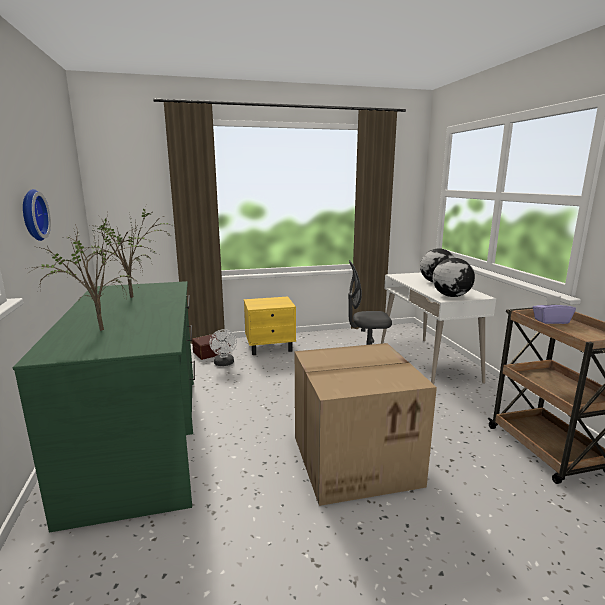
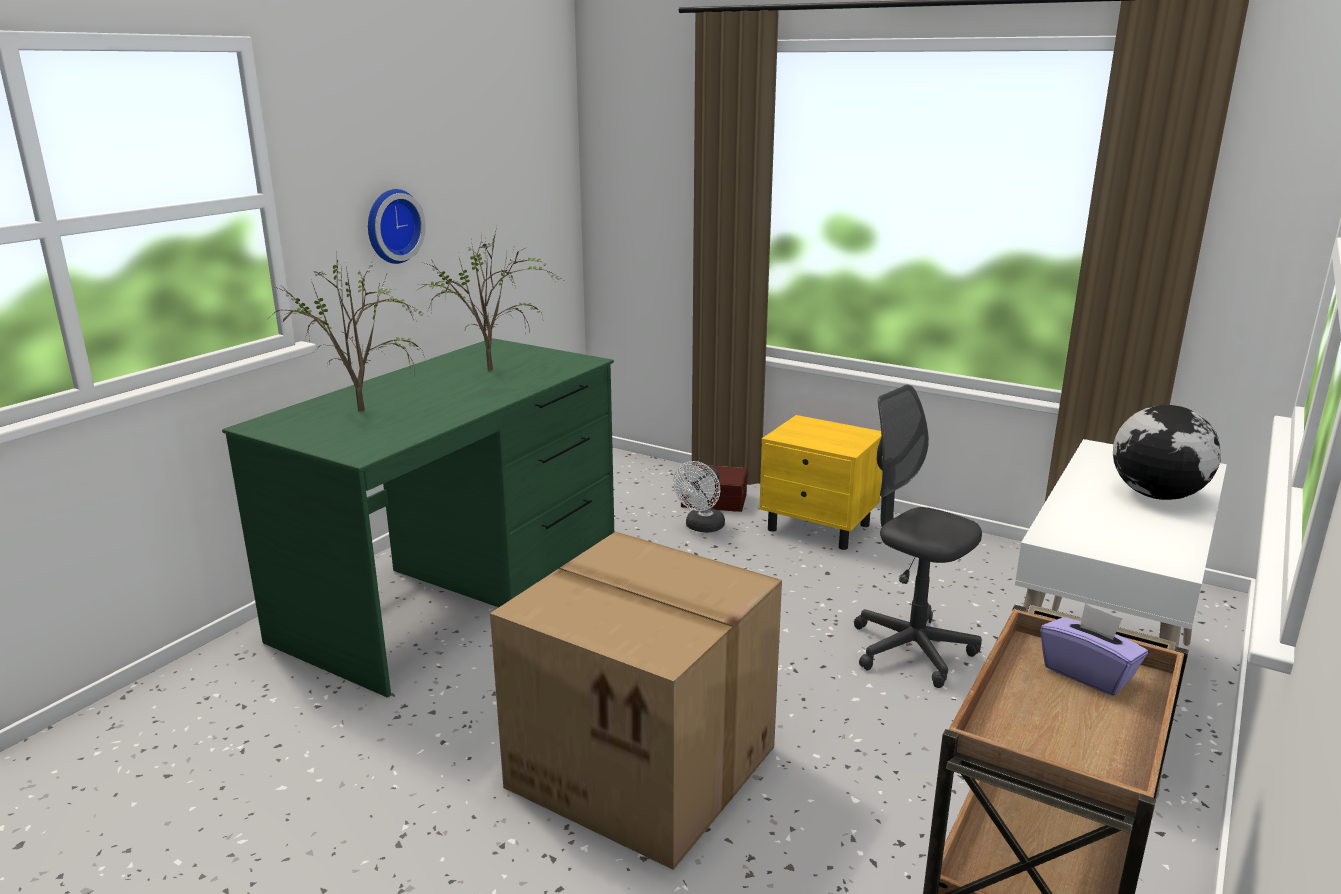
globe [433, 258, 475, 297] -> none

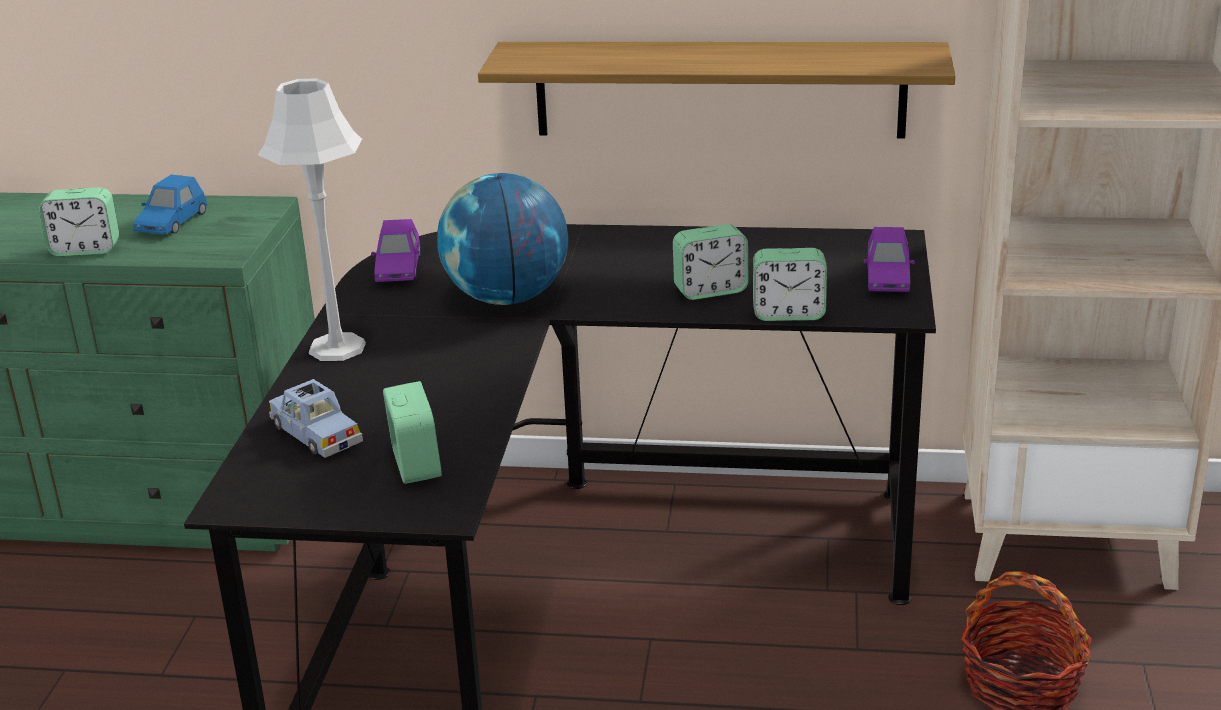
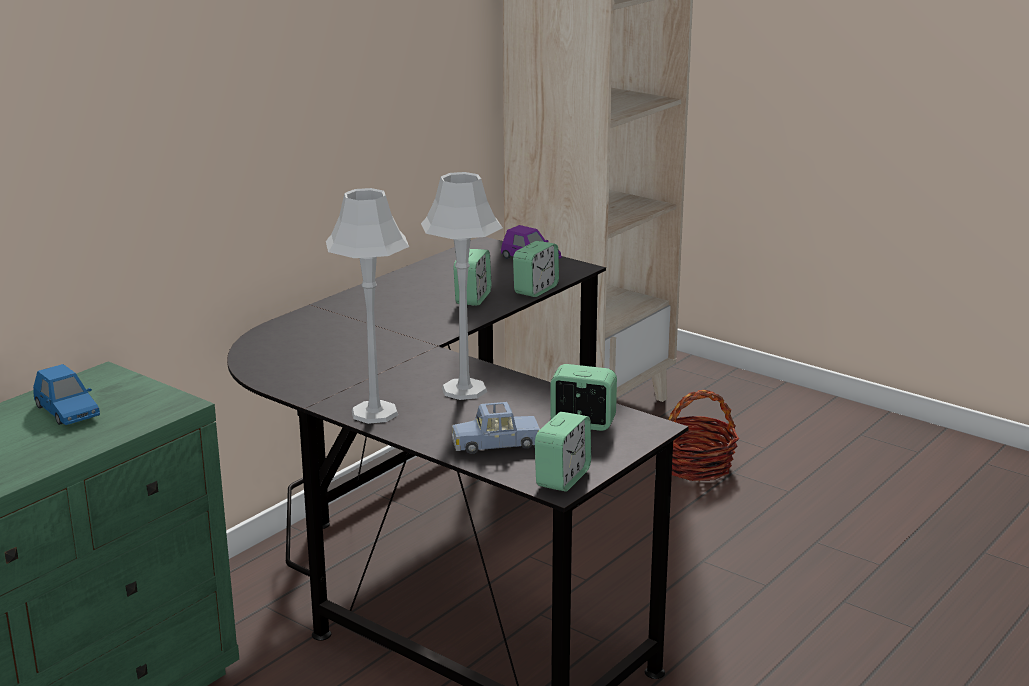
toy car (purple) [371, 219, 420, 282] -> none
globe [437, 173, 568, 305] -> none
shelf [478, 42, 956, 139] -> none
none -> table lamp (grey) [421, 172, 502, 400]
alarm clock [39, 187, 119, 256] -> alarm clock [535, 412, 591, 492], shifted

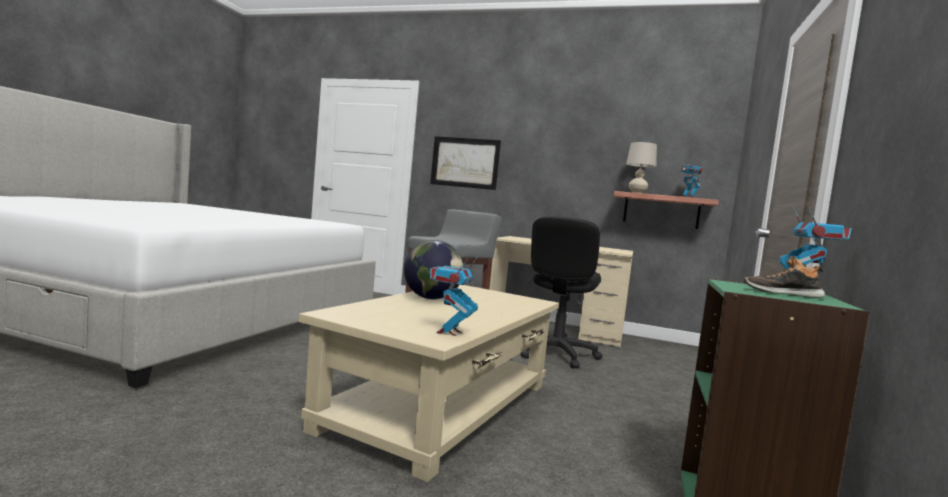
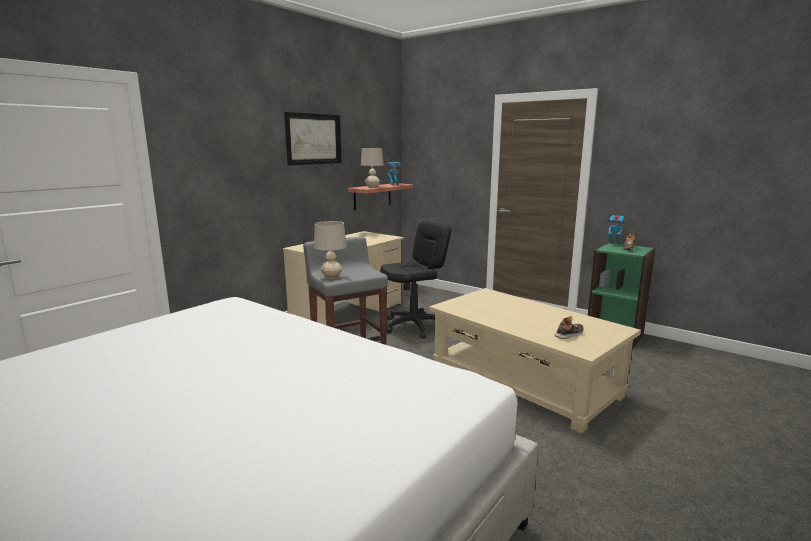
globe [404, 240, 463, 299] -> none
toy robot [429, 257, 478, 336] -> none
none -> table lamp (beige) [314, 221, 347, 279]
none -> shoe [555, 316, 584, 339]
picture [430, 136, 501, 190] -> picture [284, 112, 342, 165], shifted
office chair (black) [520, 216, 602, 369] -> office chair (black) [380, 221, 451, 338], 75 degrees counterclockwise

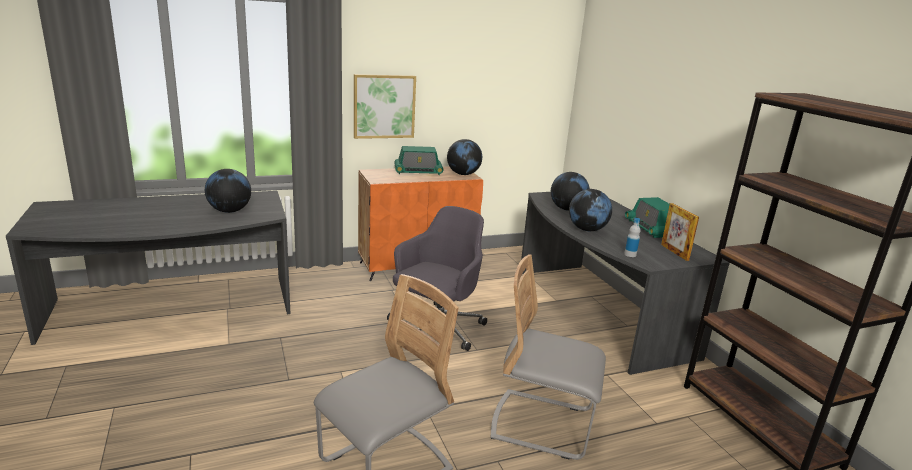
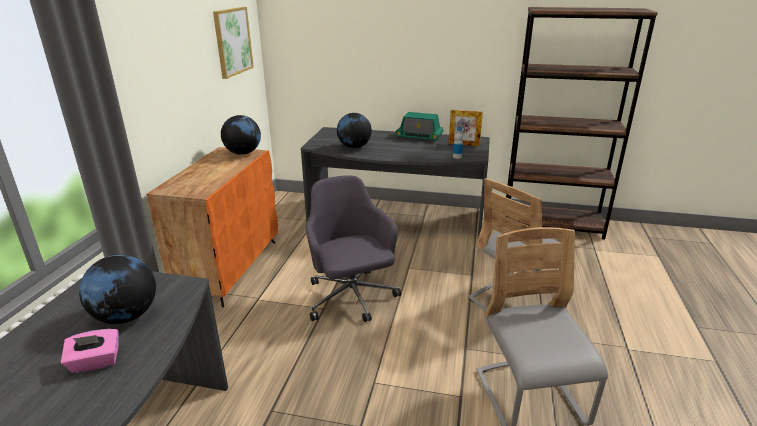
radio [394, 146, 444, 175] -> none
globe [569, 189, 612, 231] -> none
none -> tissue box (pink) [61, 329, 119, 373]
picture [354, 74, 416, 139] -> picture [213, 7, 254, 79], shifted

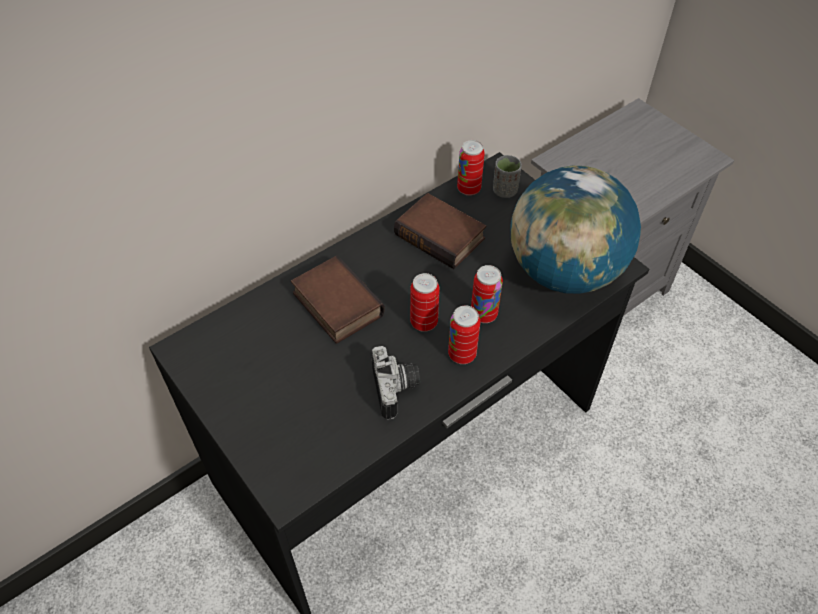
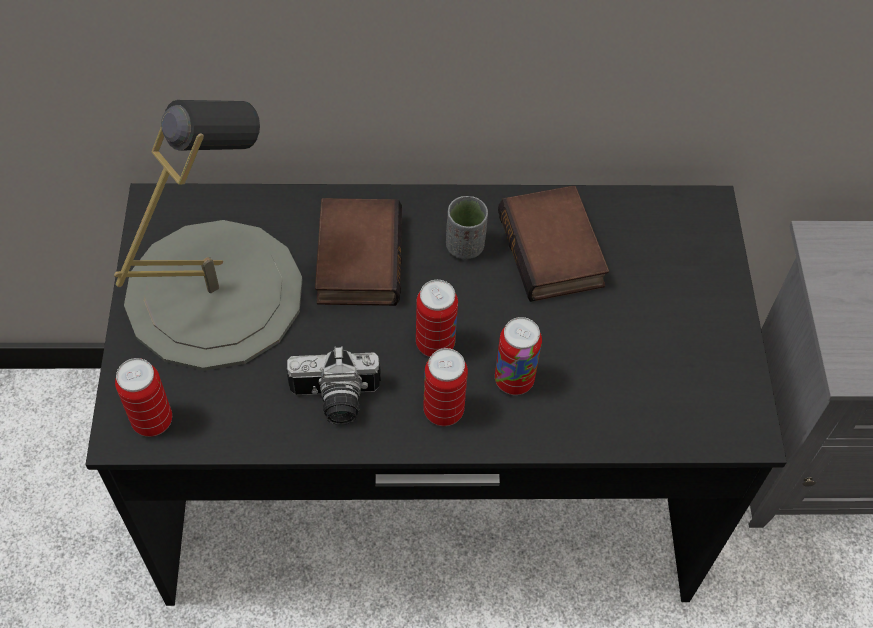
globe [510, 166, 641, 294] -> none
none -> table lamp (grey) [114, 100, 302, 371]
can [457, 140, 485, 196] -> can [115, 358, 172, 437], shifted
cup (grey) [493, 155, 522, 198] -> cup (grey) [446, 196, 488, 259], shifted
photo camera [372, 346, 420, 420] -> photo camera [286, 346, 381, 425], 60 degrees clockwise

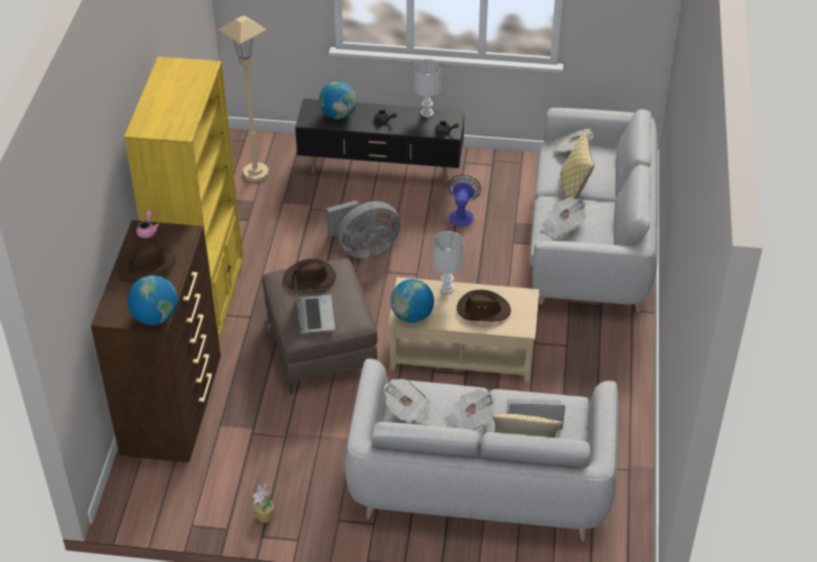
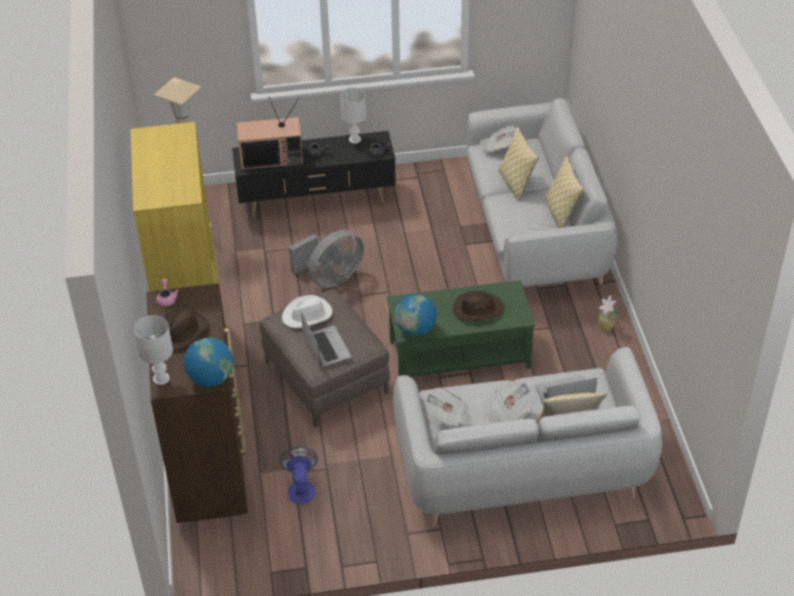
newspaper [540, 197, 586, 238] -> none
none -> pillow [545, 155, 584, 228]
potted plant [253, 484, 274, 523] -> potted plant [599, 295, 619, 331], shifted
table lamp (white) [433, 231, 464, 293] -> table lamp (white) [133, 315, 173, 385], shifted
fan [448, 175, 481, 227] -> fan [279, 446, 318, 504], shifted
globe [319, 81, 357, 119] -> television [237, 96, 303, 170]
hat (brown) [283, 259, 336, 290] -> hat (white) [282, 295, 332, 328]
coffee table (beige) [388, 277, 539, 383] -> coffee table (green) [387, 280, 535, 377]

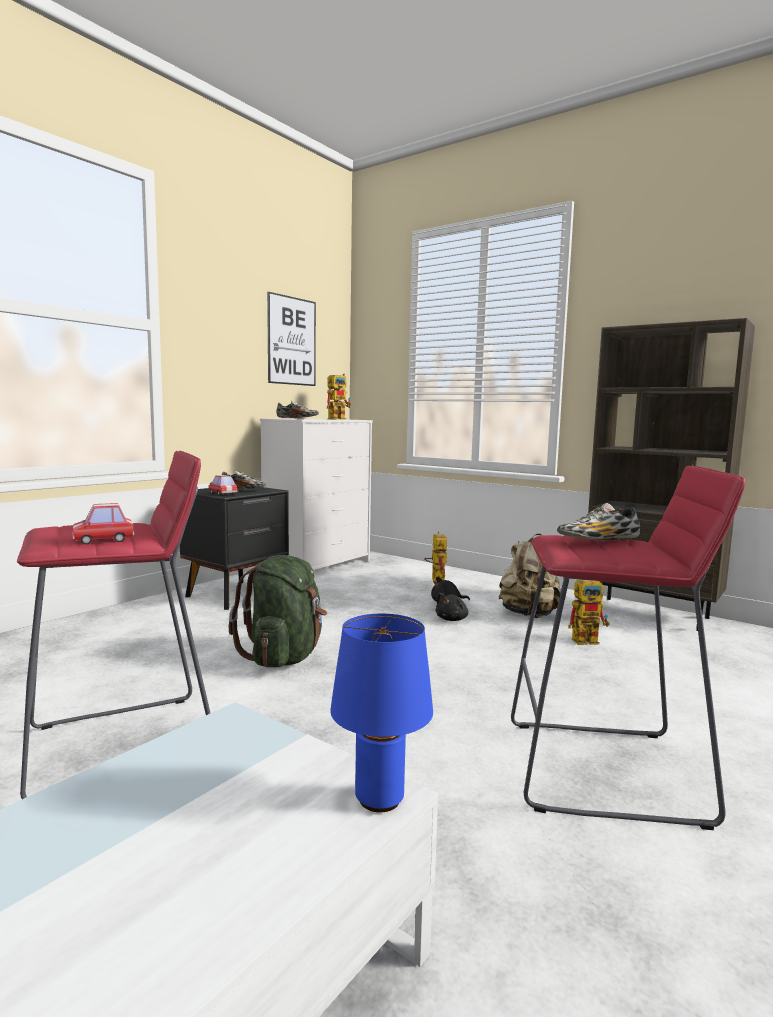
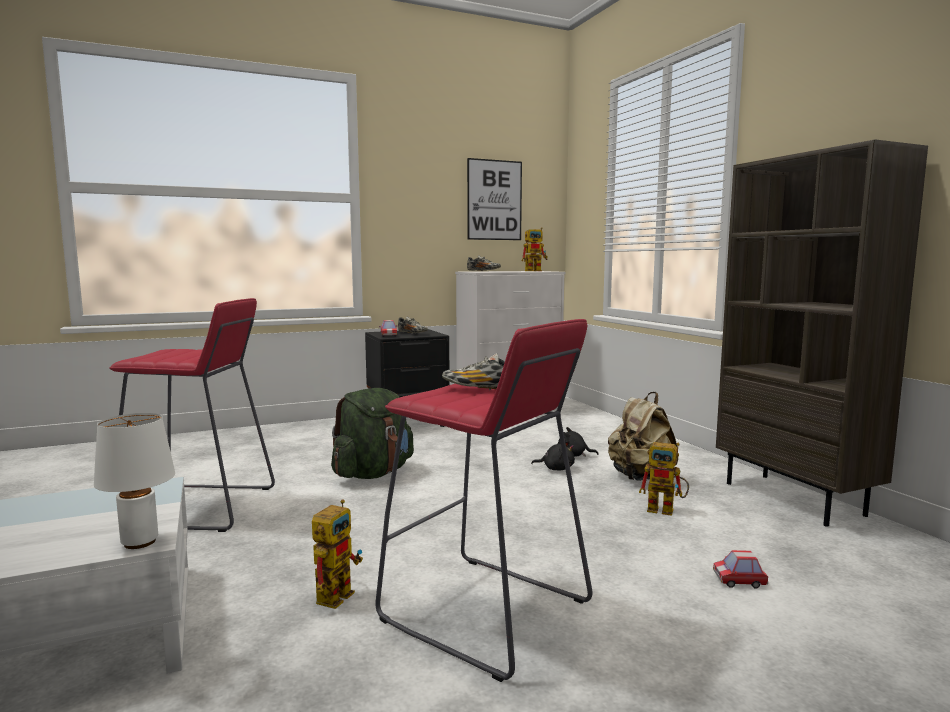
toy car [73, 503, 134, 545] -> toy car [713, 550, 768, 588], shifted
toy robot [424, 531, 447, 583] -> toy robot [312, 499, 363, 609], shifted
table lamp (blue) [330, 614, 433, 812] -> table lamp (white) [94, 413, 175, 549]
plush toy (black) [435, 593, 469, 621] -> plush toy (black) [531, 441, 575, 470], 135 degrees counterclockwise

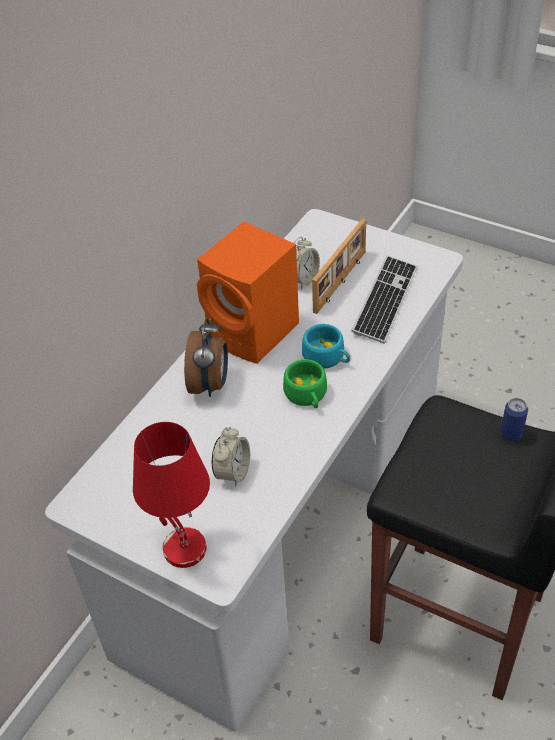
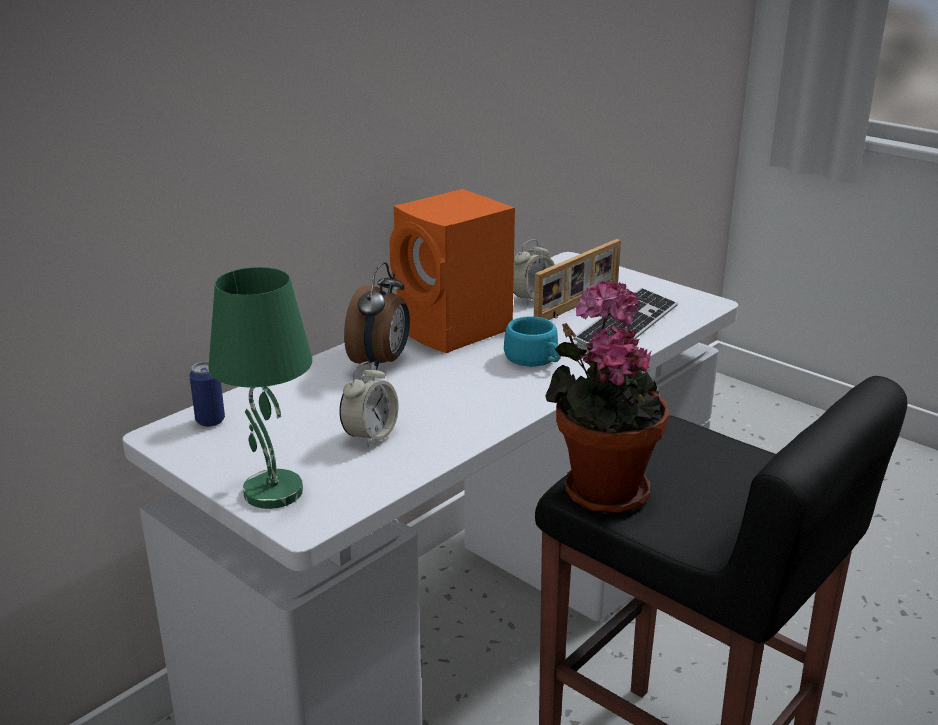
cup (green) [283, 359, 327, 408] -> none
none -> potted plant [545, 280, 669, 515]
can [500, 398, 528, 442] -> can [189, 362, 225, 427], shifted
table lamp (red) [133, 422, 210, 568] -> table lamp (green) [208, 267, 312, 509]

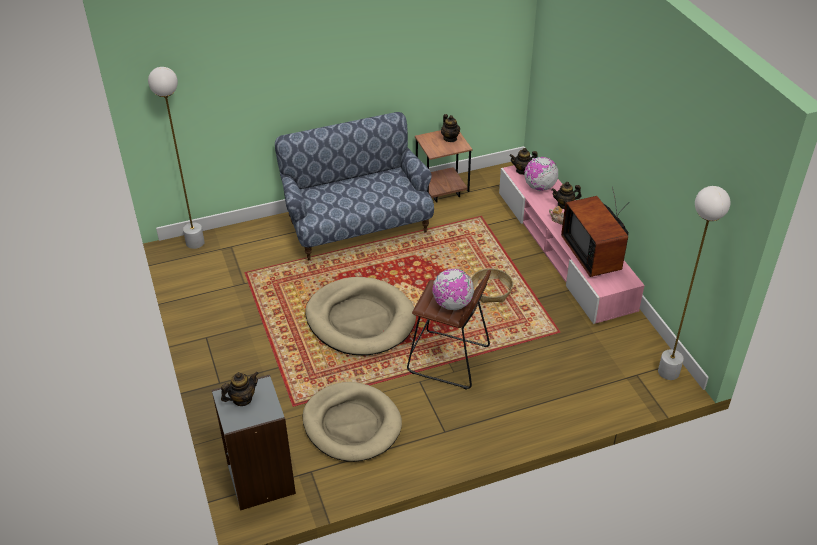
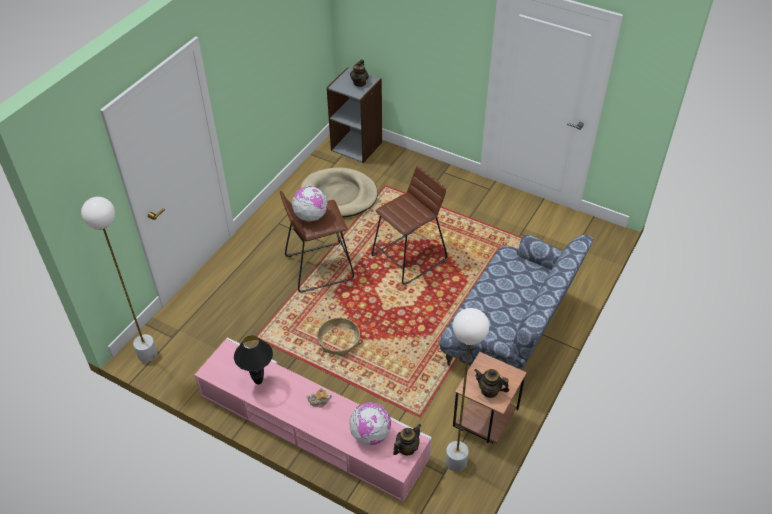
teapot [551, 182, 582, 209] -> none
floor lamp (white) [148, 67, 205, 249] -> floor lamp (white) [445, 308, 489, 472], shifted
dog bed (beige) [305, 277, 416, 355] -> stool (brown) [371, 166, 447, 284]
television [561, 187, 629, 277] -> table lamp (black) [234, 335, 273, 385]

